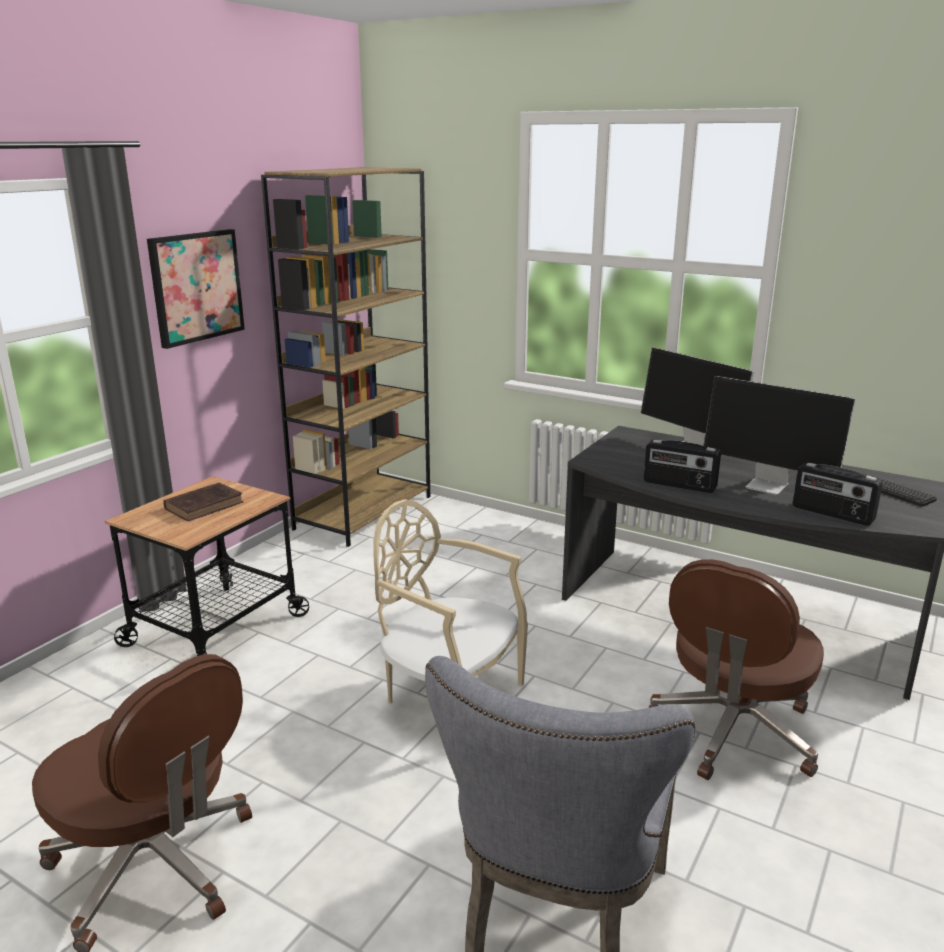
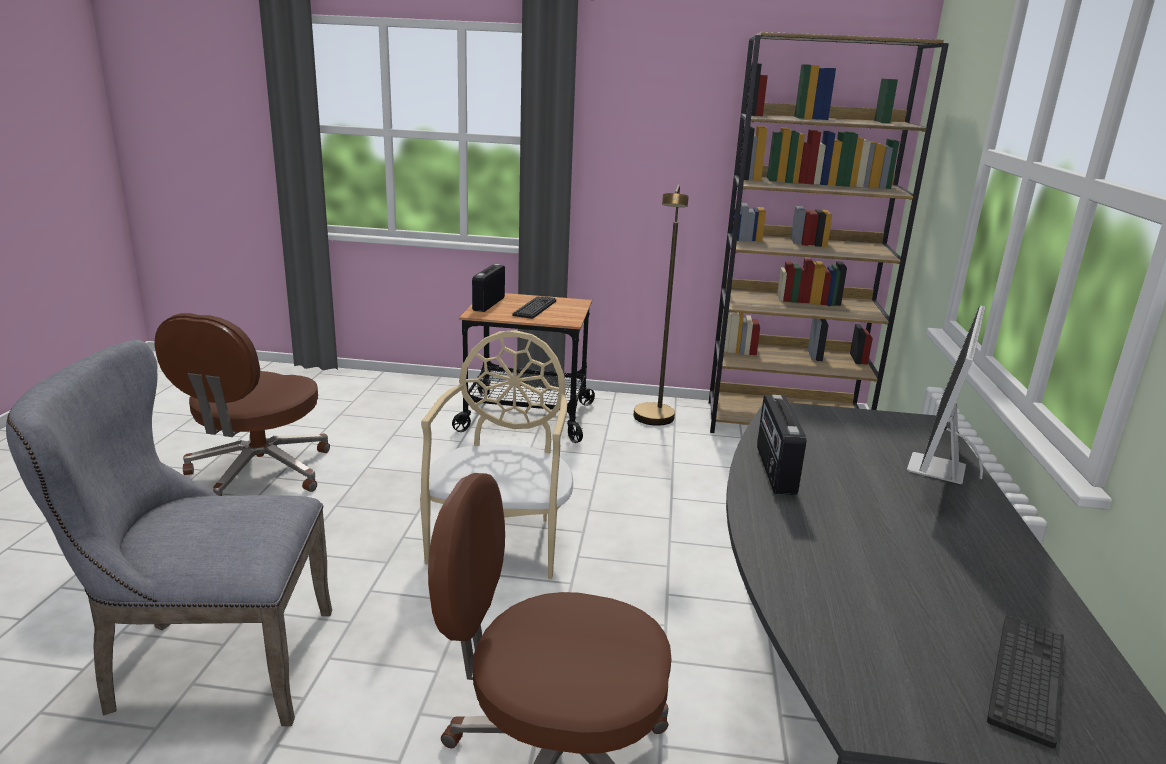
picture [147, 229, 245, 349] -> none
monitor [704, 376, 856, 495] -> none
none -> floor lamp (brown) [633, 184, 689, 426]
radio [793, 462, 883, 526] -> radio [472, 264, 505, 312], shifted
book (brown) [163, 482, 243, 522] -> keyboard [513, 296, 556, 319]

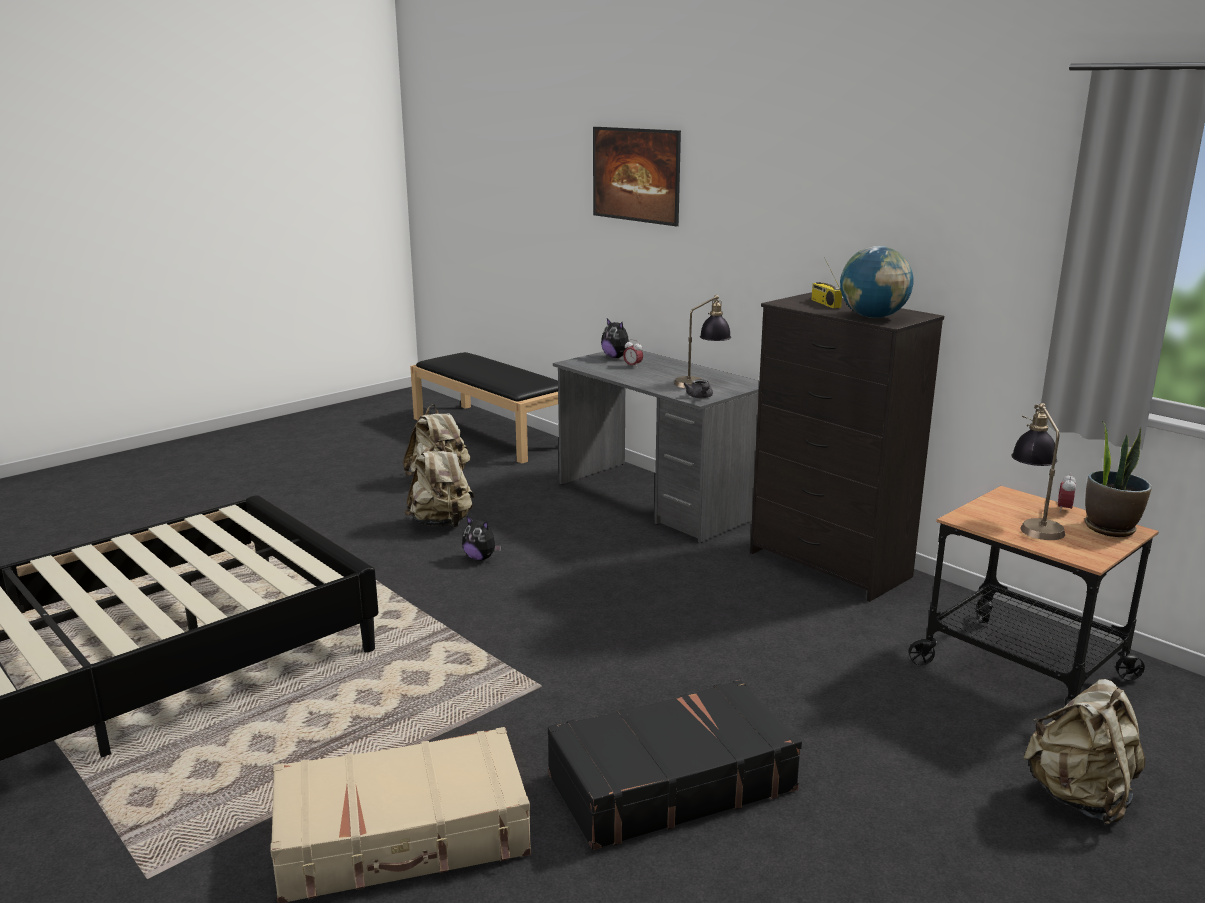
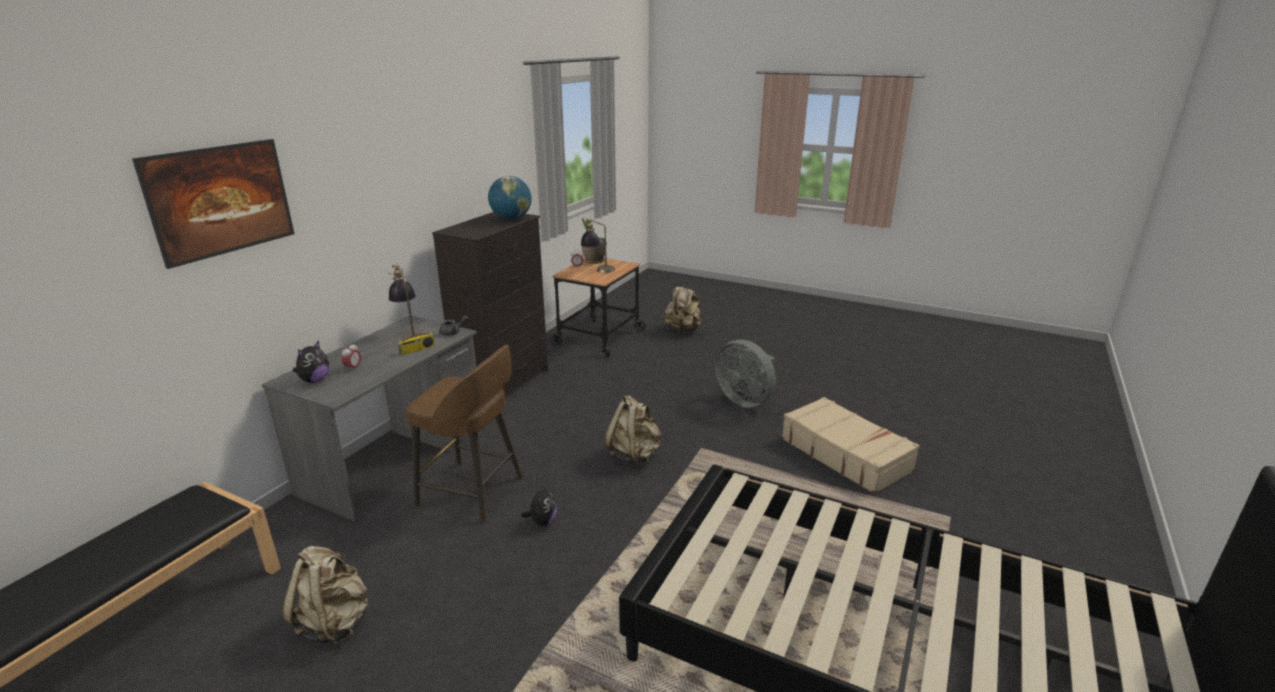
none -> stool (brown) [406, 345, 522, 523]
backpack (beige) [404, 440, 474, 527] -> backpack (beige) [605, 395, 661, 465], shifted
radio [811, 257, 842, 309] -> radio [398, 321, 435, 355], shifted
suitcase (black) [548, 680, 802, 850] -> fan (grey) [715, 340, 776, 408]

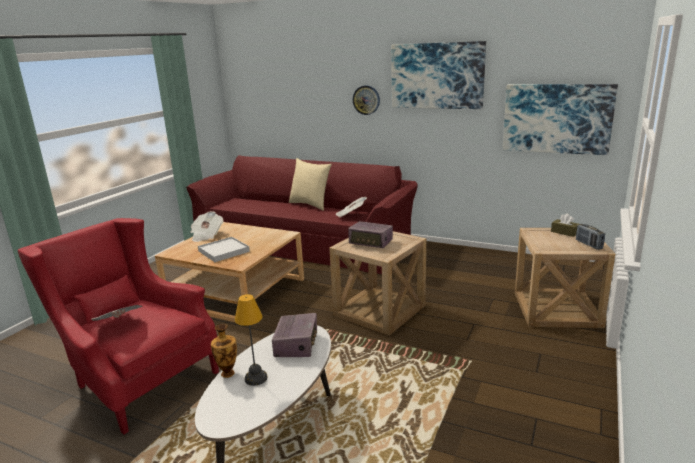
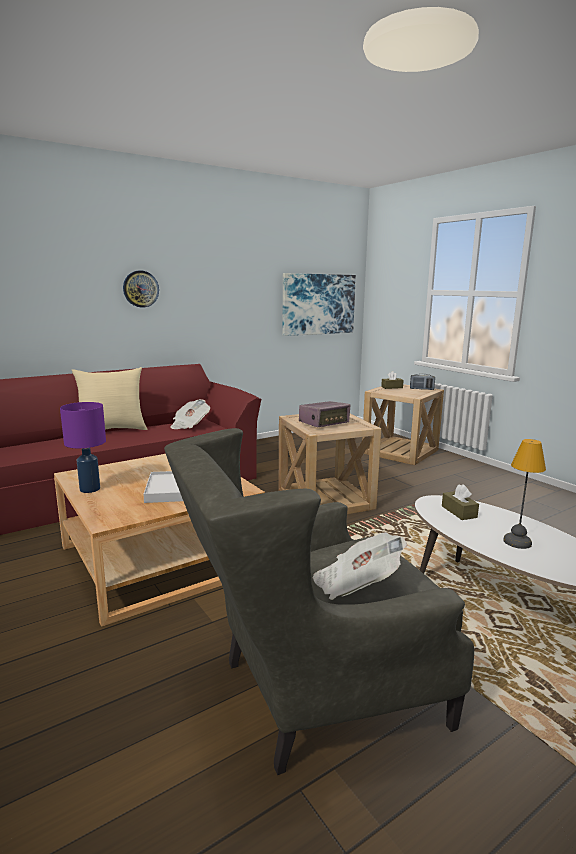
vase [211, 324, 237, 378] -> none
picture [391, 41, 486, 109] -> none
newspaper [190, 211, 224, 242] -> table lamp (purple) [60, 402, 106, 493]
radio [272, 313, 317, 357] -> tissue box (brown) [442, 485, 479, 520]
armchair (red) [18, 218, 219, 434] -> armchair (grey) [164, 428, 474, 775]

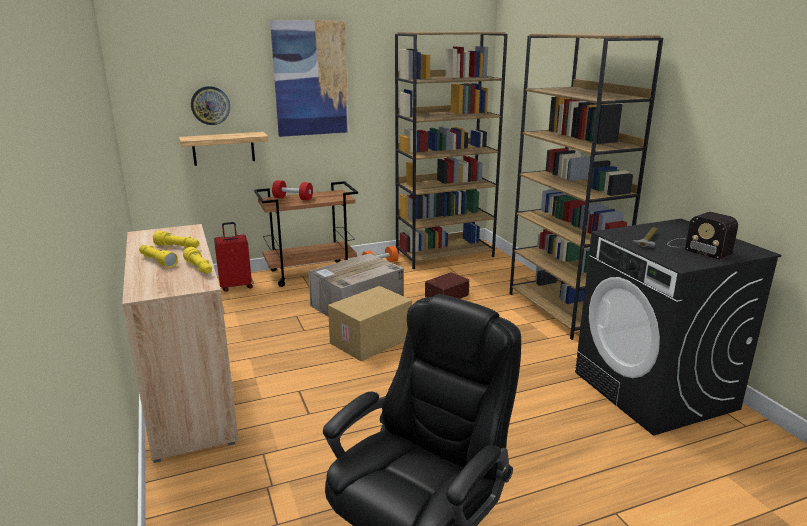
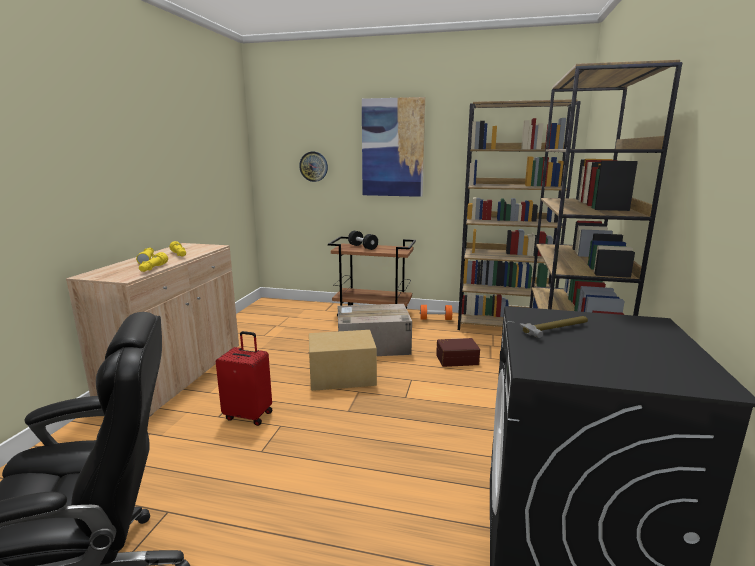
shelf [179, 132, 268, 166] -> none
radio [667, 212, 738, 260] -> none
suitcase (red) [214, 222, 253, 292] -> suitcase (red) [216, 331, 272, 426], shifted
dumbbell (red) [272, 180, 313, 200] -> dumbbell (black) [348, 231, 378, 250]

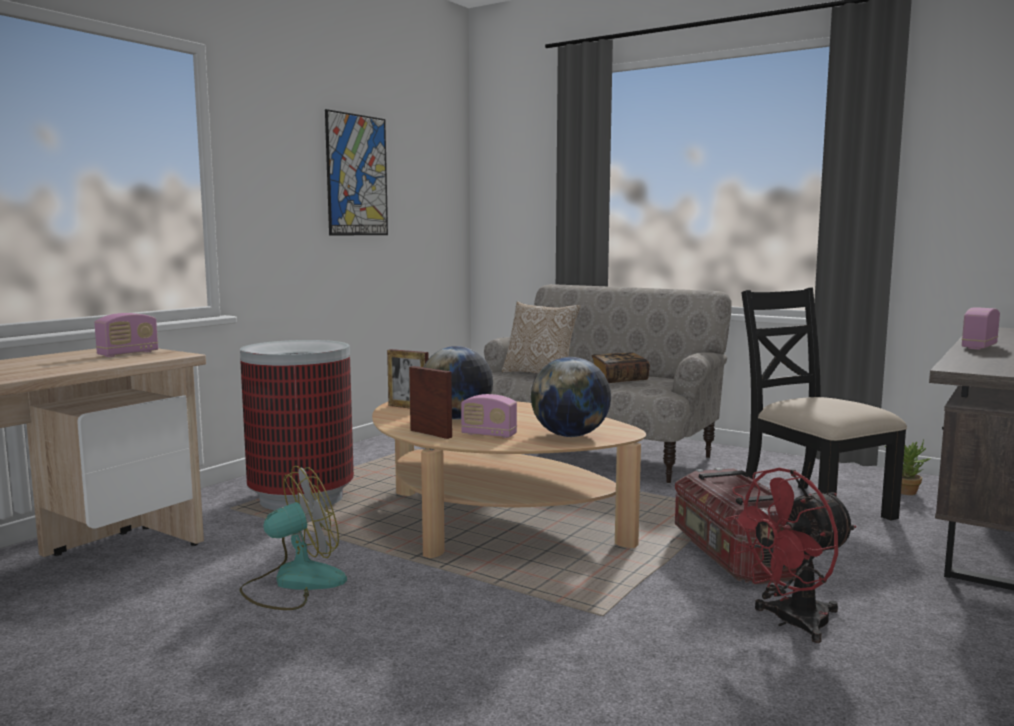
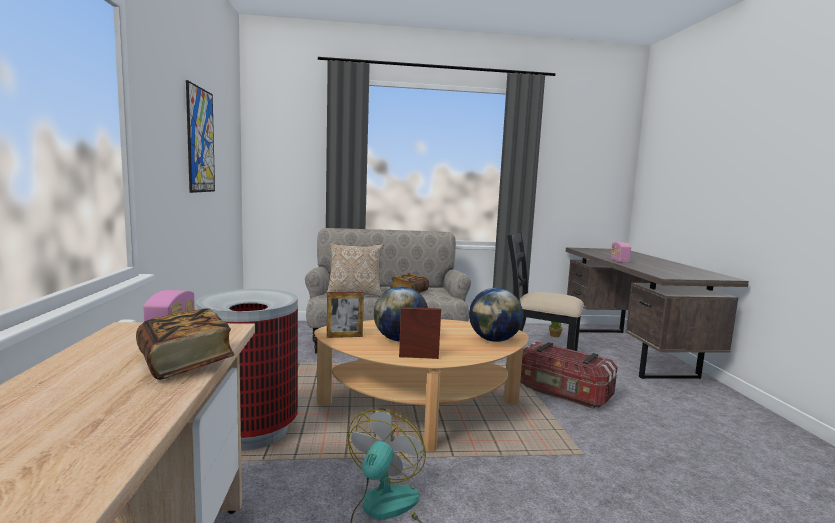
radio [461, 394, 517, 438] -> none
fan (red) [725, 467, 856, 643] -> none
none -> book [136, 308, 234, 380]

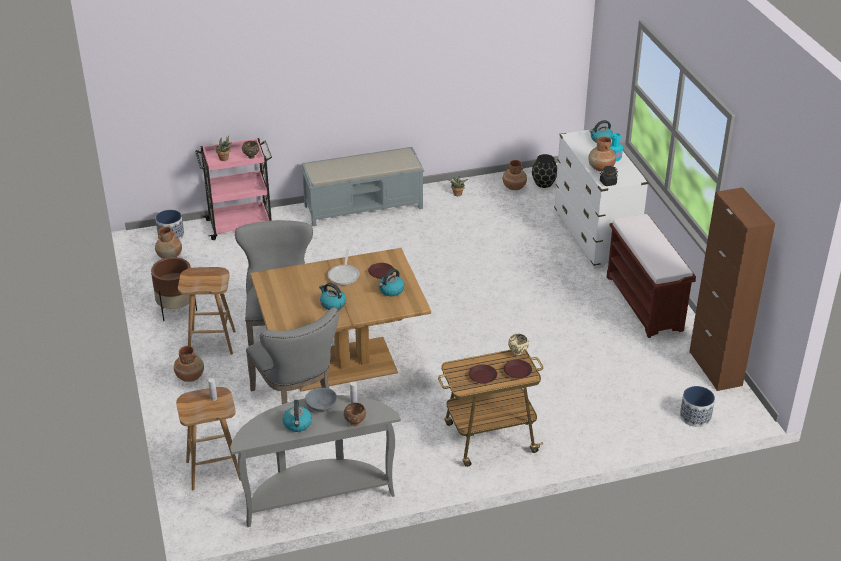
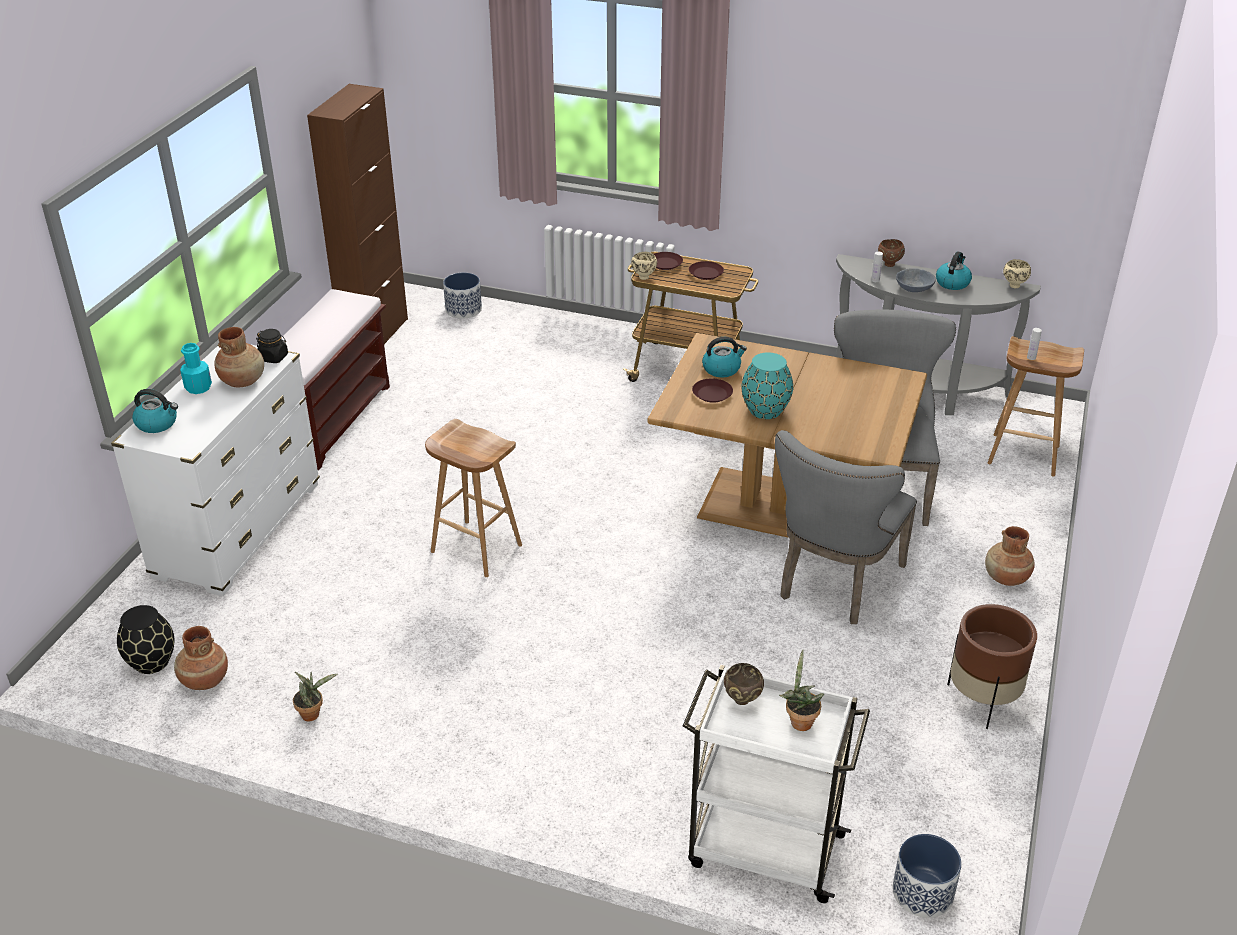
vase (brown) [155, 227, 182, 259] -> none
bench (grey) [301, 147, 424, 226] -> none
kettle [319, 283, 346, 310] -> none
none -> bowl (beige) [1003, 259, 1031, 288]
stool (brown) [178, 267, 236, 355] -> stool (brown) [425, 419, 522, 577], shifted
frying pan [328, 249, 360, 285] -> vase (turquoise) [742, 352, 793, 419]
cart (pink) [195, 138, 272, 240] -> cart (white) [683, 665, 870, 903]

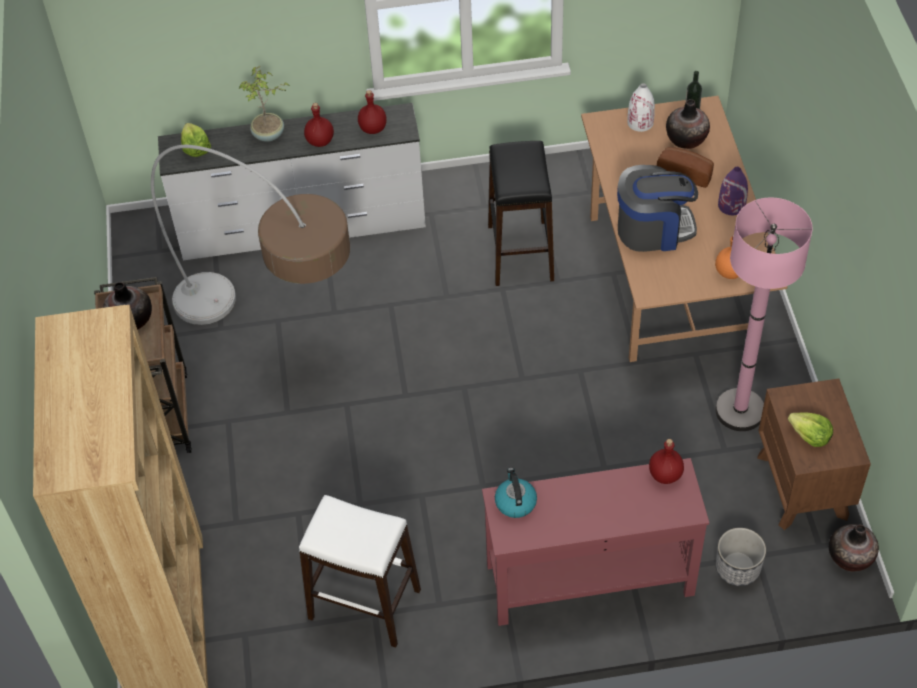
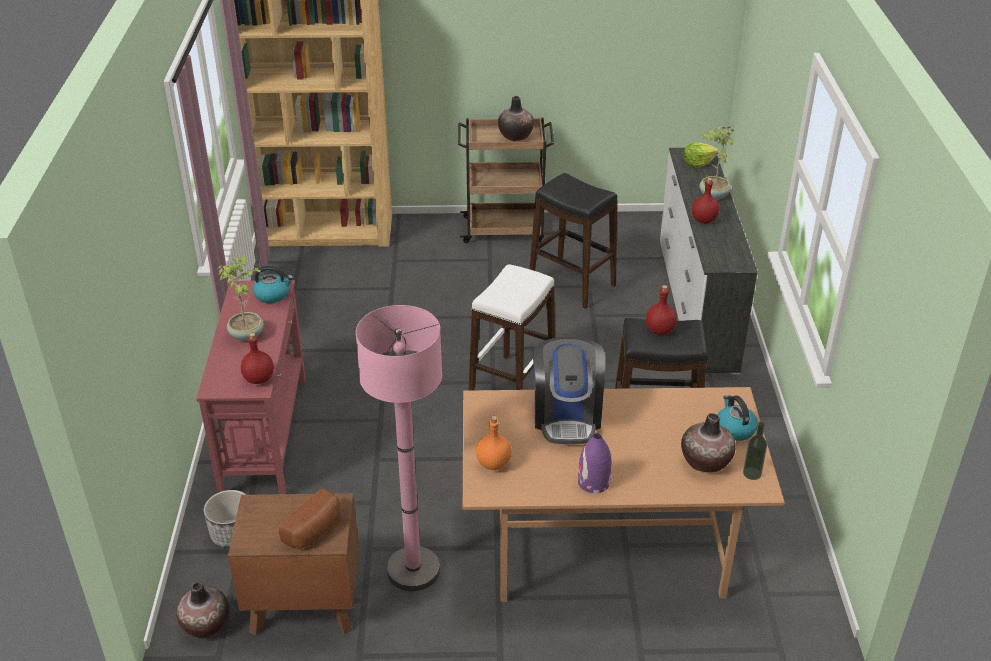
lettuce [788, 413, 833, 447] -> none
none -> potted plant [218, 256, 264, 341]
stool (white) [299, 495, 421, 648] -> stool (white) [469, 264, 555, 390], shifted
bottle (red) [358, 90, 387, 134] -> bottle (red) [646, 285, 677, 335], shifted
bread [657, 147, 714, 188] -> bread [279, 488, 340, 549], shifted
floor lamp [151, 145, 350, 325] -> stool (black) [530, 173, 617, 309]
vase (white) [627, 83, 655, 132] -> kettle [717, 395, 758, 441]

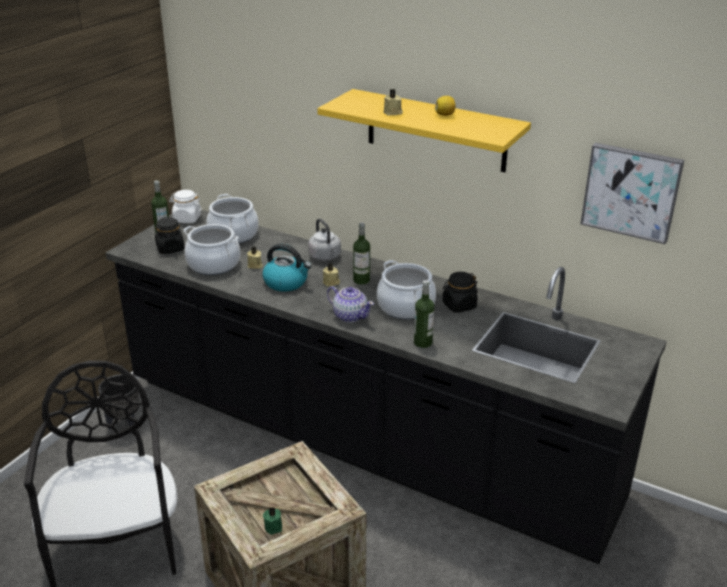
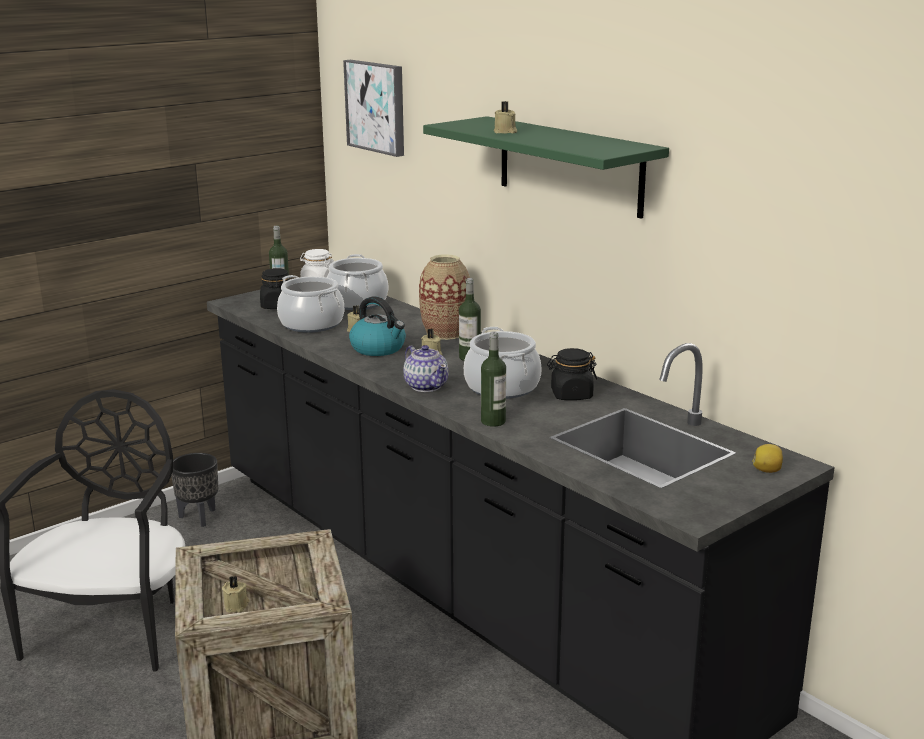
lemon [435, 96, 456, 116] -> lemon [752, 444, 783, 473], shifted
picture [581, 143, 684, 244] -> picture [343, 60, 404, 157], shifted
kettle (grey) [308, 218, 341, 261] -> vase [419, 254, 470, 340]
candle (green) [263, 507, 282, 535] -> candle (beige) [222, 576, 250, 612]
shelf (yellow) [317, 89, 531, 173] -> shelf (green) [423, 116, 669, 219]

